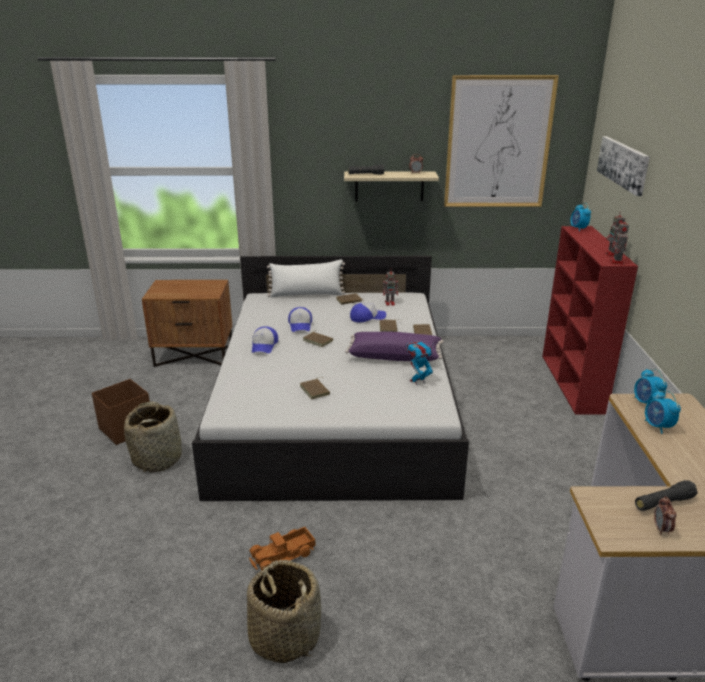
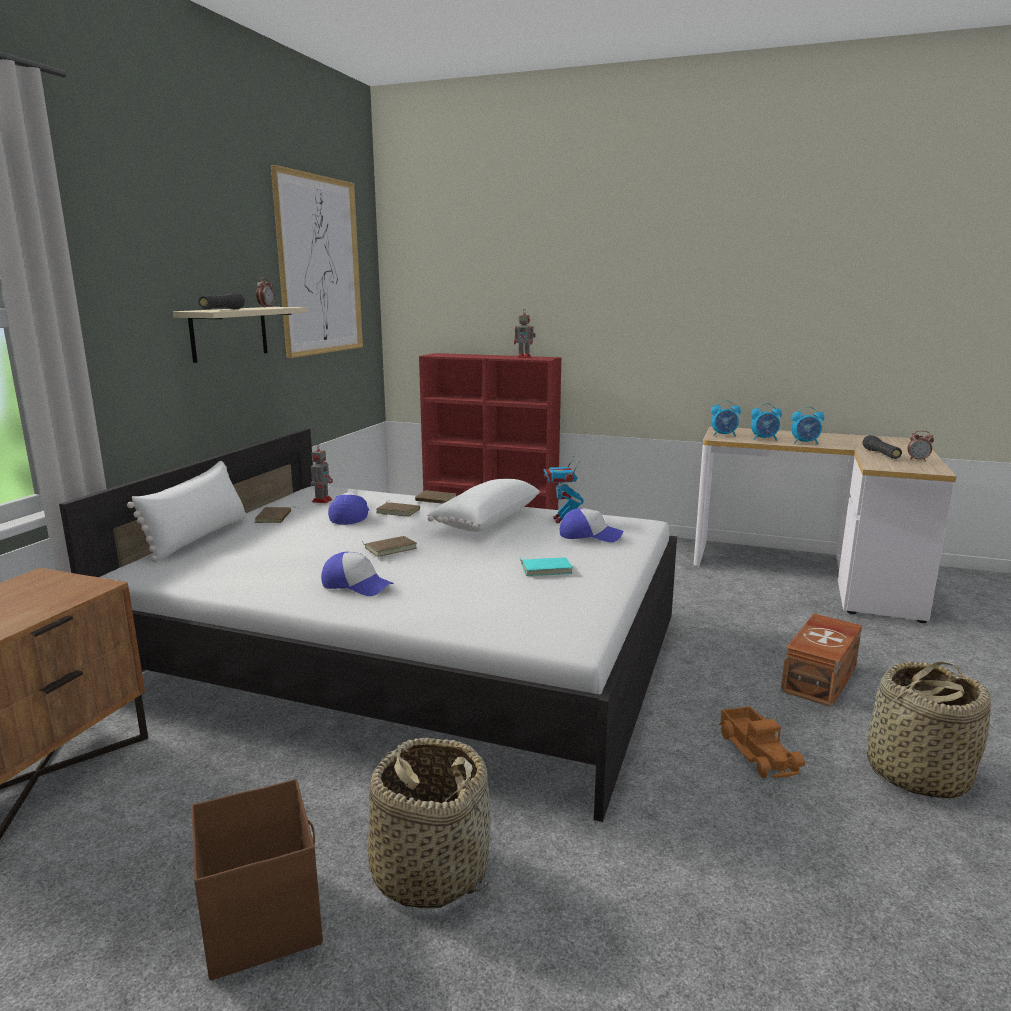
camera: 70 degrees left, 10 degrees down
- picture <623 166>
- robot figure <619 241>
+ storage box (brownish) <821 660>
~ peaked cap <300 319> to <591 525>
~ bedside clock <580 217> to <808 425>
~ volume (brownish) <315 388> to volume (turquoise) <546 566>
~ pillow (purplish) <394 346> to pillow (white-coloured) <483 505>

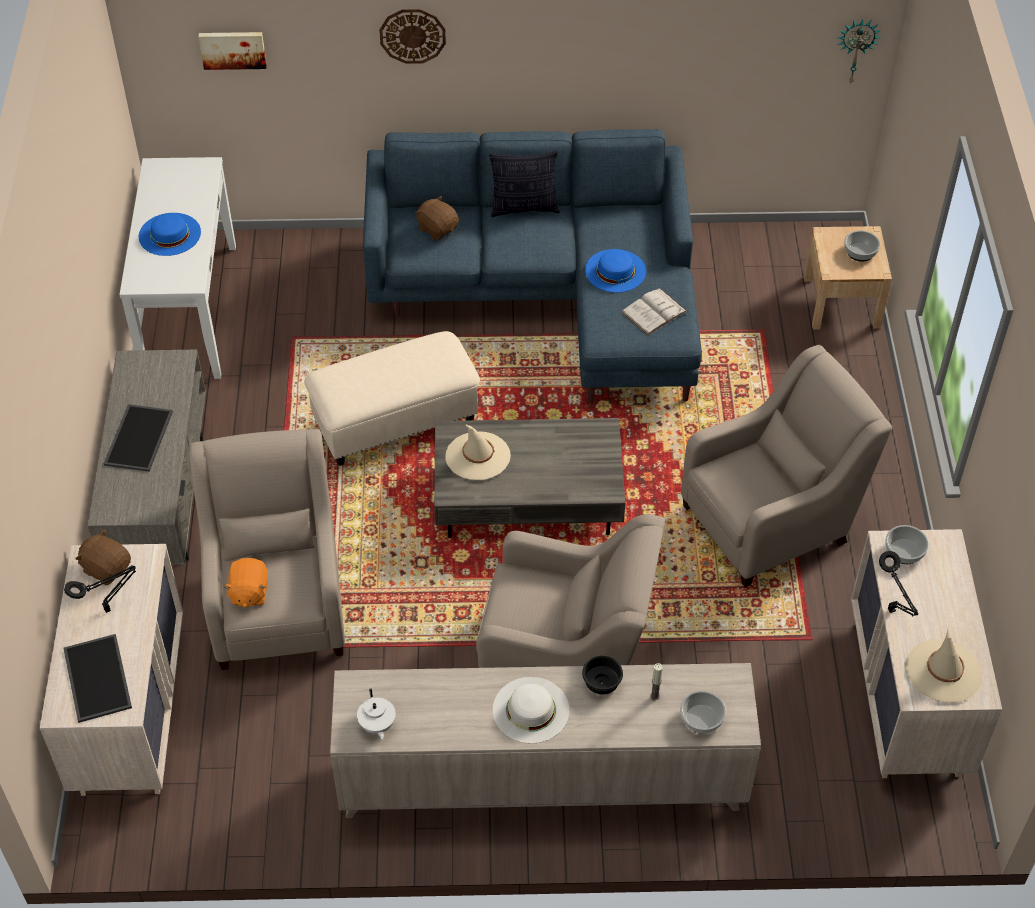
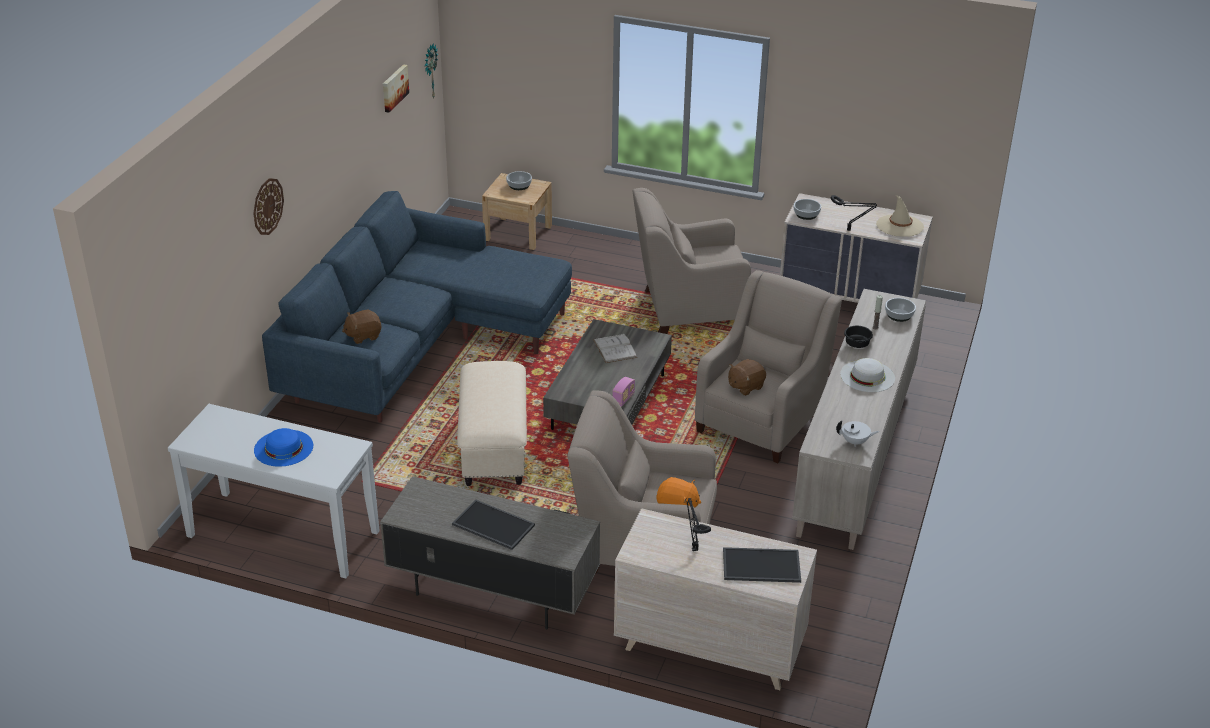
camera: 70 degrees left, 15 degrees down
- wearable hat (beige) <478 452>
- pillow <524 184>
- wearable hat (bluish) <615 271>
+ radio <624 392>
~ plush toy (brownish) <103 557> to <747 377>
~ picture <232 51> to <396 88>
~ volume (white-coloured) <654 312> to <615 348>
~ easy chair (beige) <786 466> = <692 261> 90 degrees counterclockwise

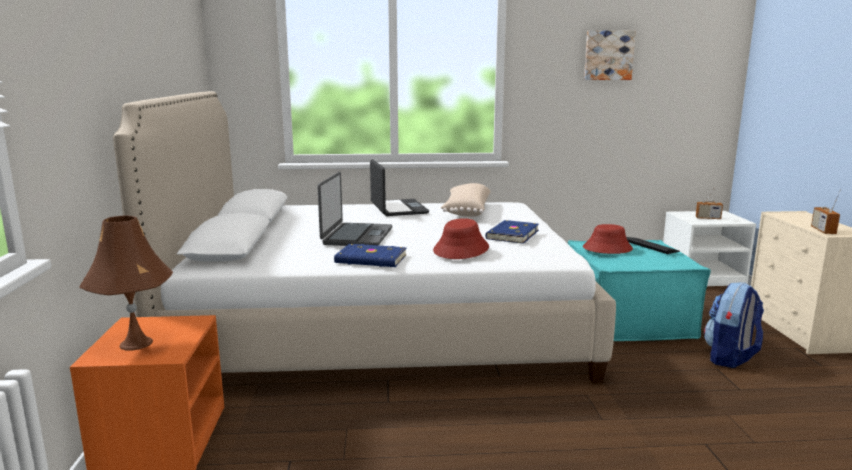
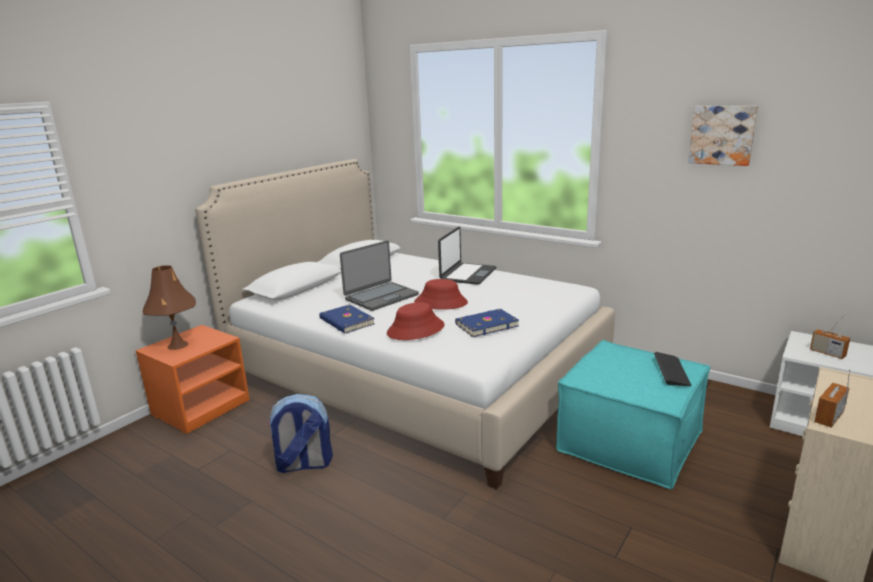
camera: 40 degrees right, 5 degrees up
- pillow (beige) <466 200>
~ wearable hat (reddish) <608 239> to <441 294>
~ backpack <734 325> to <300 433>

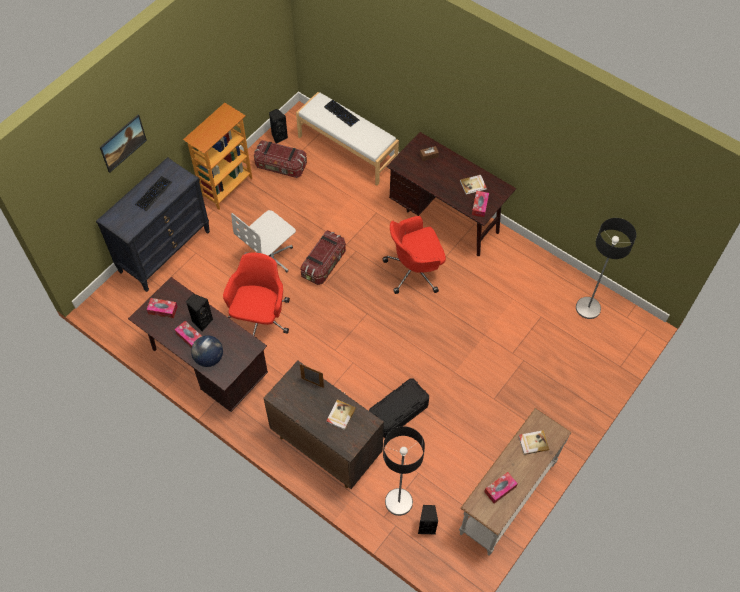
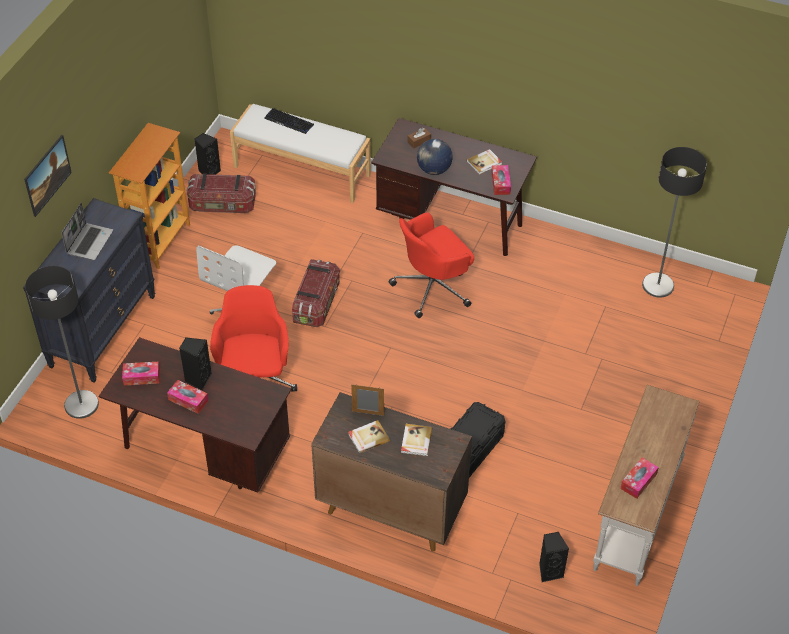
camera: 15 degrees left, 10 degrees down
~ world globe <207 351> to <435 157>
~ standard lamp <404 471> to <62 342>
~ volume <533 442> to <369 437>
~ keyboard <153 193> to laptop <87 231>

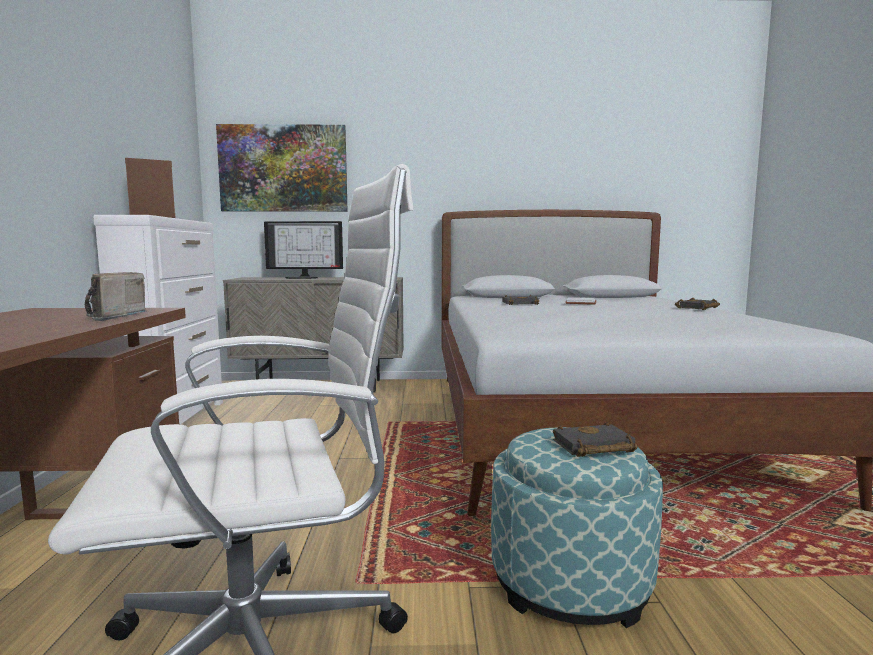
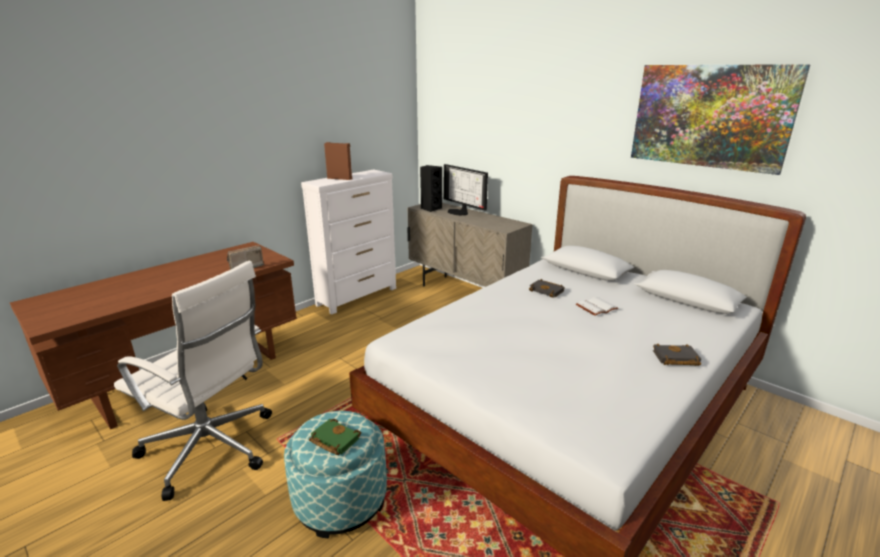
camera: 45 degrees right, 15 degrees up
+ loudspeaker (black-coloured) <431 188>
~ picture <282 168> to <721 119>
~ volume (black-coloured) <595 439> to volume (greenish) <335 437>

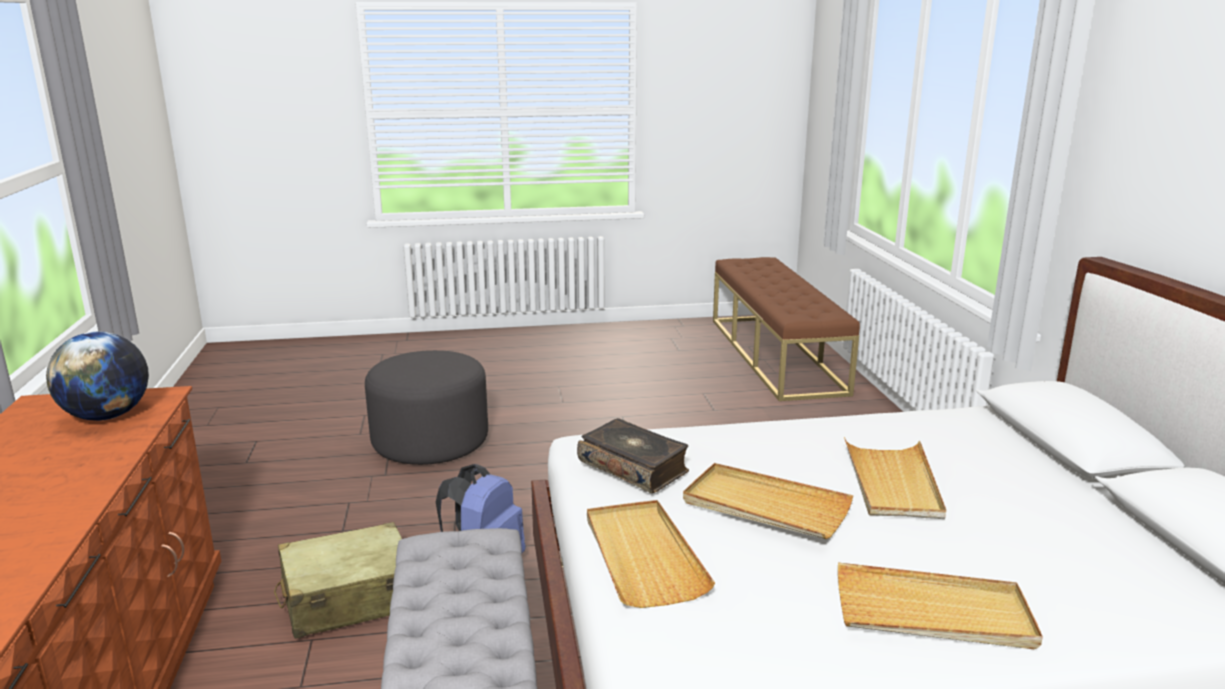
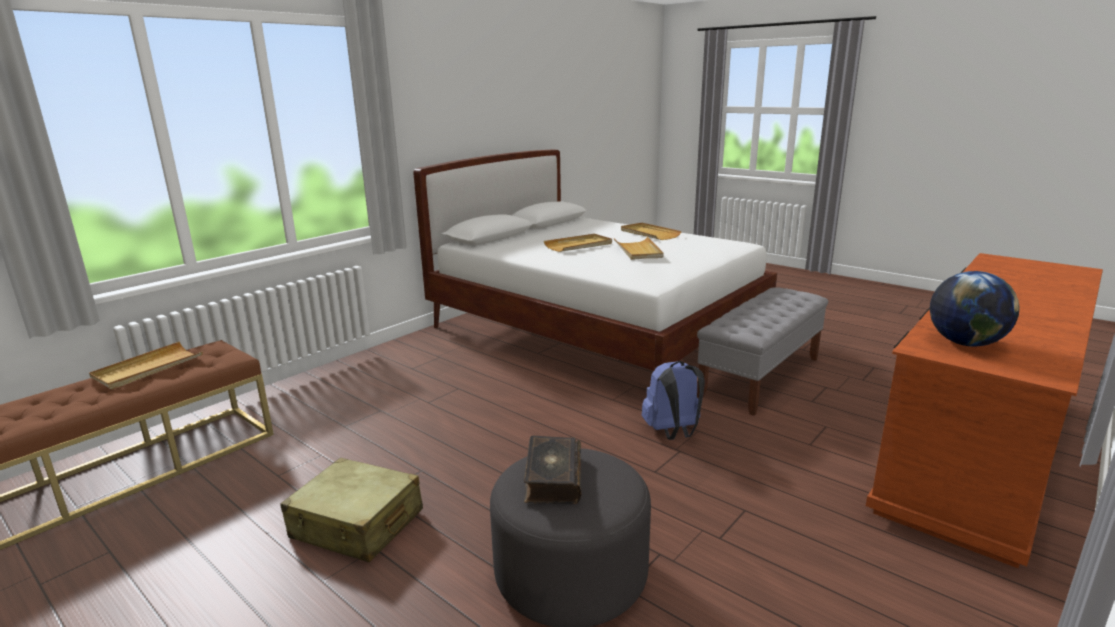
camera: 130 degrees left, 0 degrees up
~ suitcase (beige) <338 580> to <351 510>
~ volume <633 455> to <553 469>
~ serving tray (beige) <651 554> to <146 365>

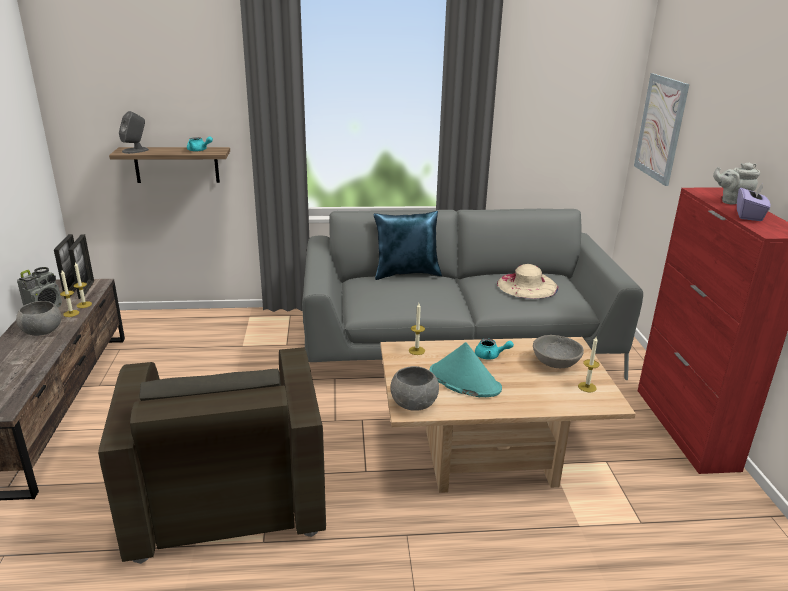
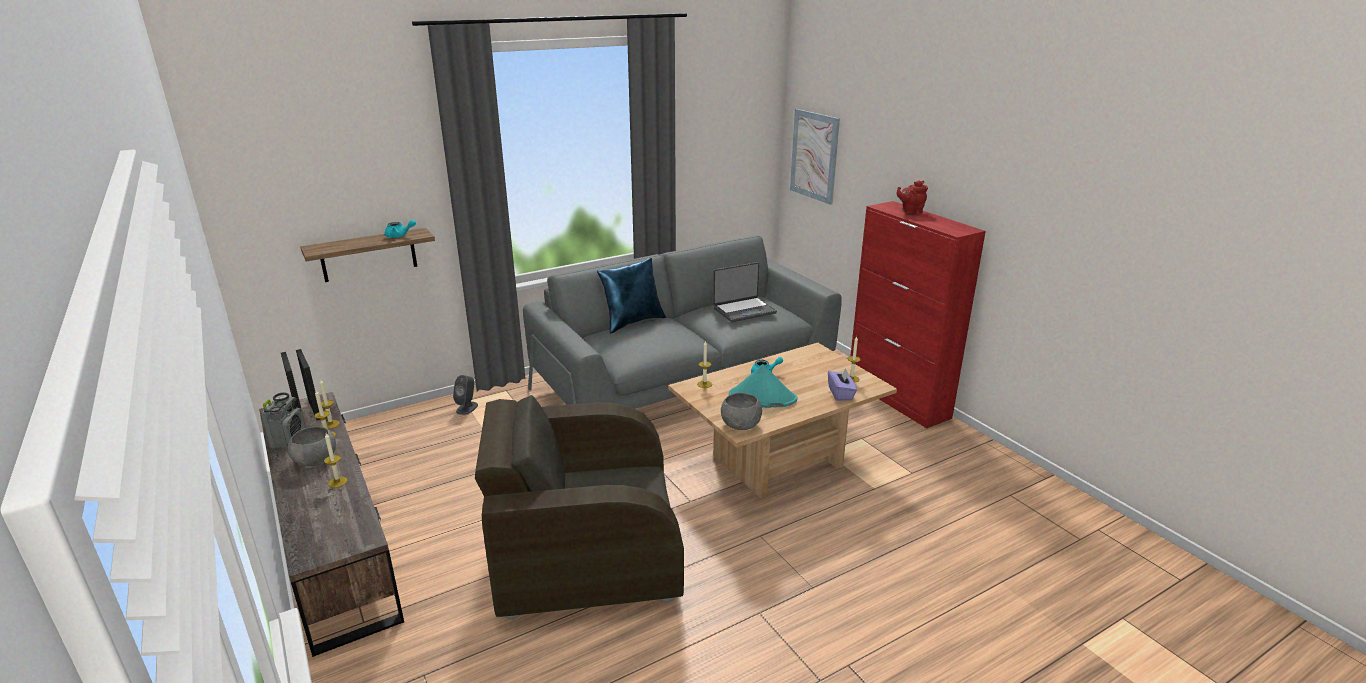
camera: 25 degrees left, 0 degrees up
- serving bowl (gray) <558 351>
+ candle <335 460>
~ loudspeaker (gray) <134 132> to <465 395>
~ tissue box (purplish) <754 202> to <842 384>
~ wearable hat (beige) <528 281> to laptop <745 292>
~ teapot (gray) <736 183> to teapot (reddish) <912 198>
~ easy chair (brownish) <212 455> = <579 507> 120 degrees clockwise

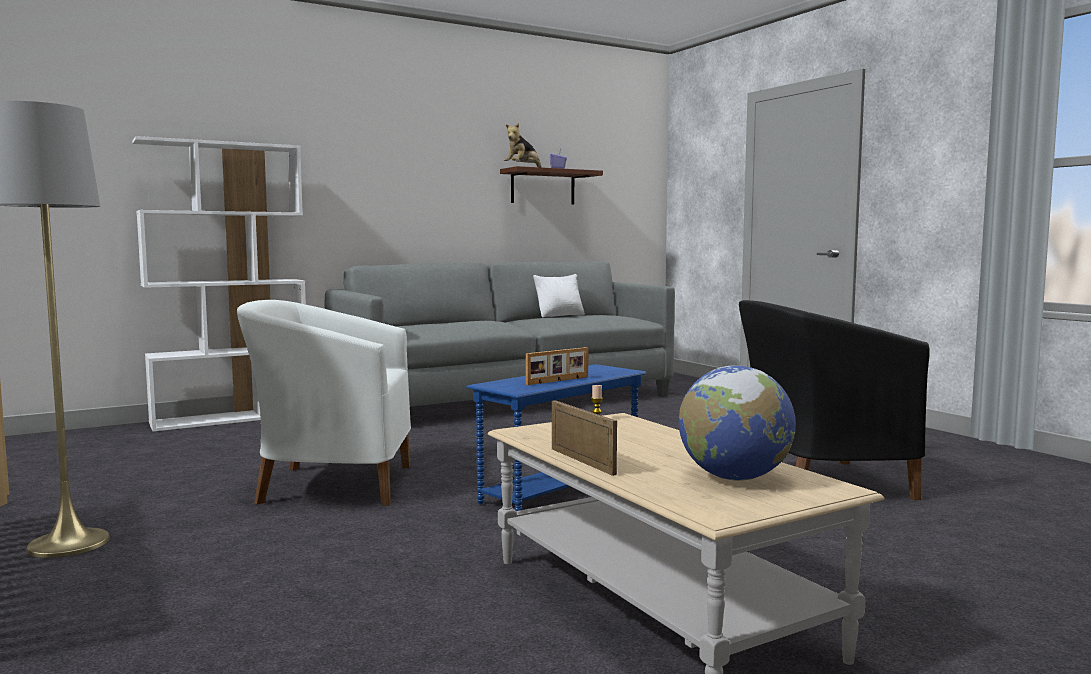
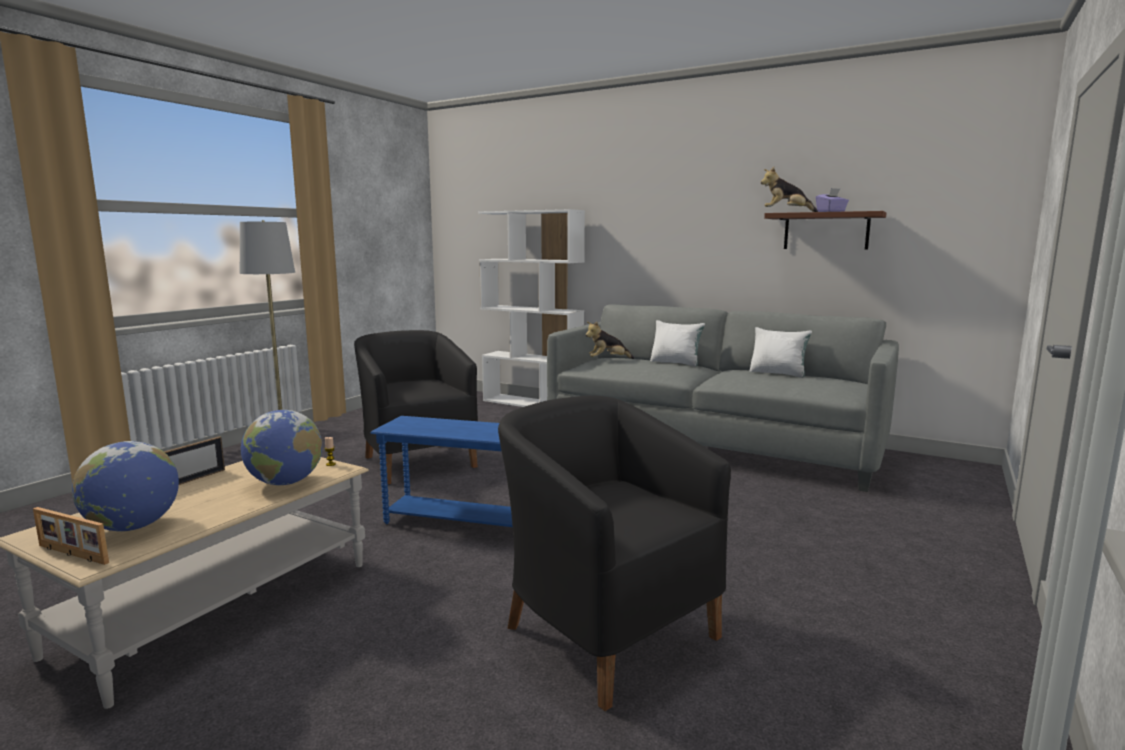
camera: 60 degrees right, 5 degrees up
+ world globe <281 448>
+ plush toy <610 340>
+ pillow (white-coloured) <677 343>
~ picture frame <557 366> to <71 536>
~ easy chair (white-coloured) <324 403> to easy chair (black-coloured) <416 407>

